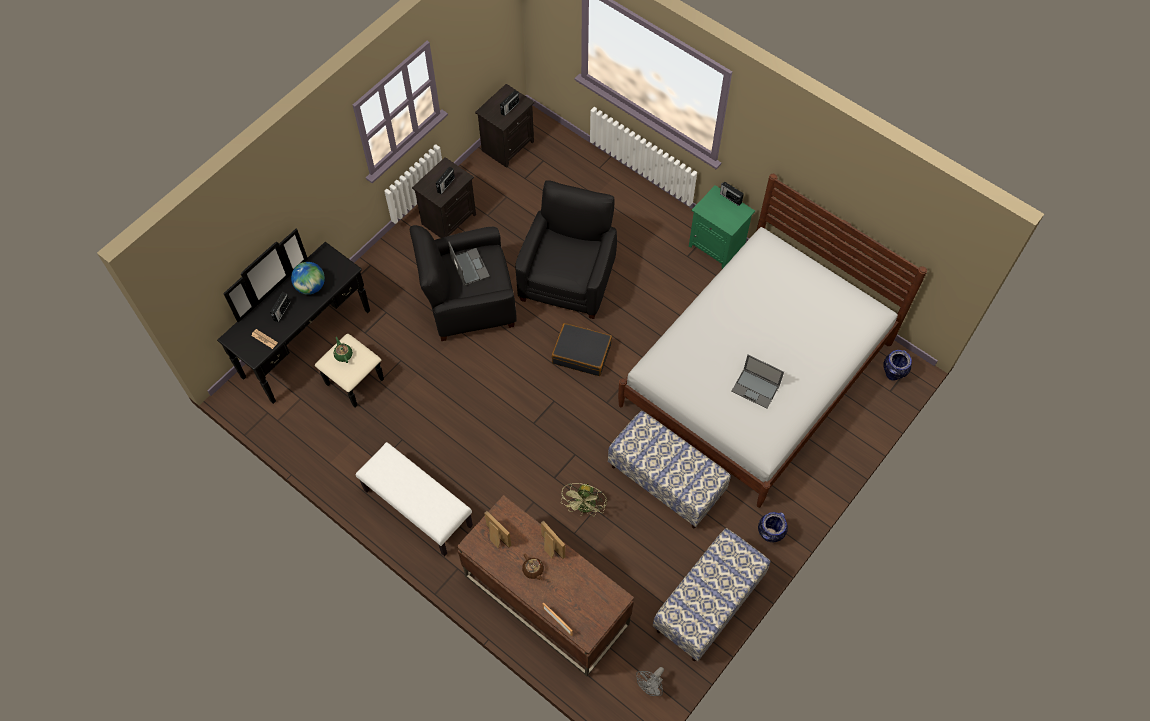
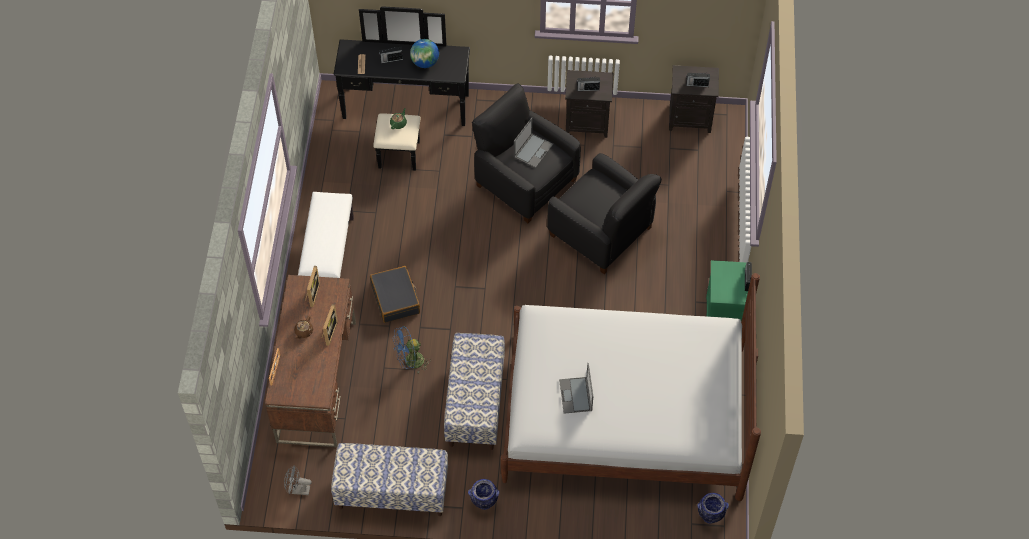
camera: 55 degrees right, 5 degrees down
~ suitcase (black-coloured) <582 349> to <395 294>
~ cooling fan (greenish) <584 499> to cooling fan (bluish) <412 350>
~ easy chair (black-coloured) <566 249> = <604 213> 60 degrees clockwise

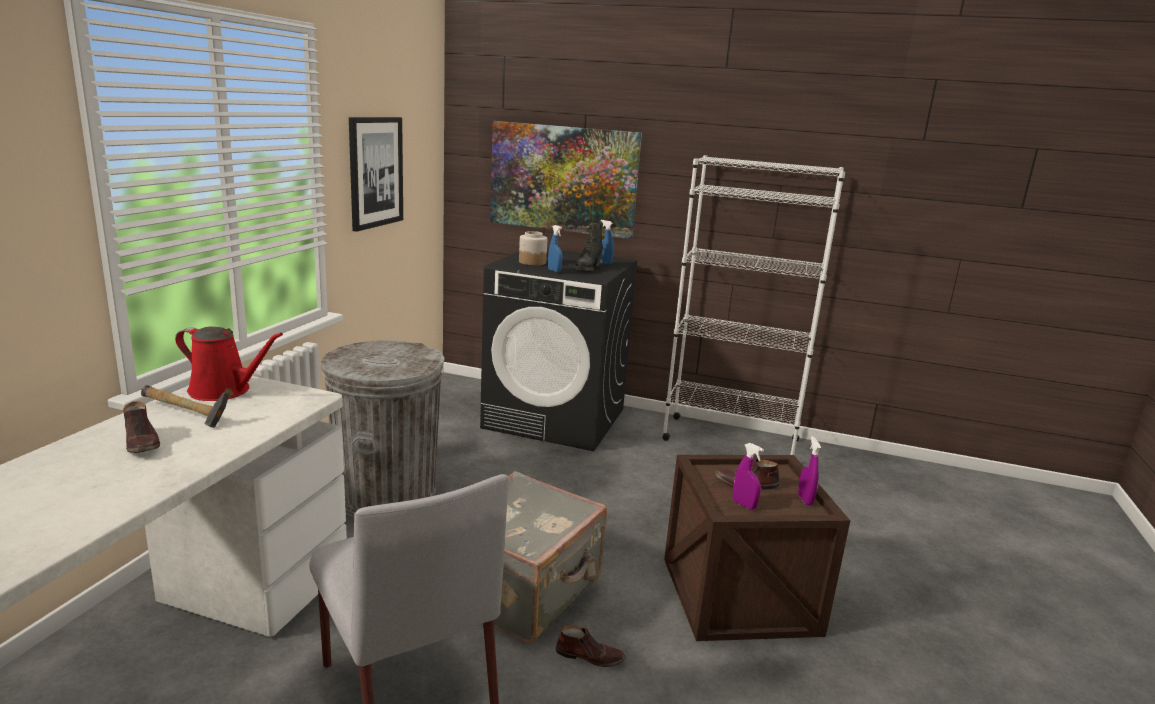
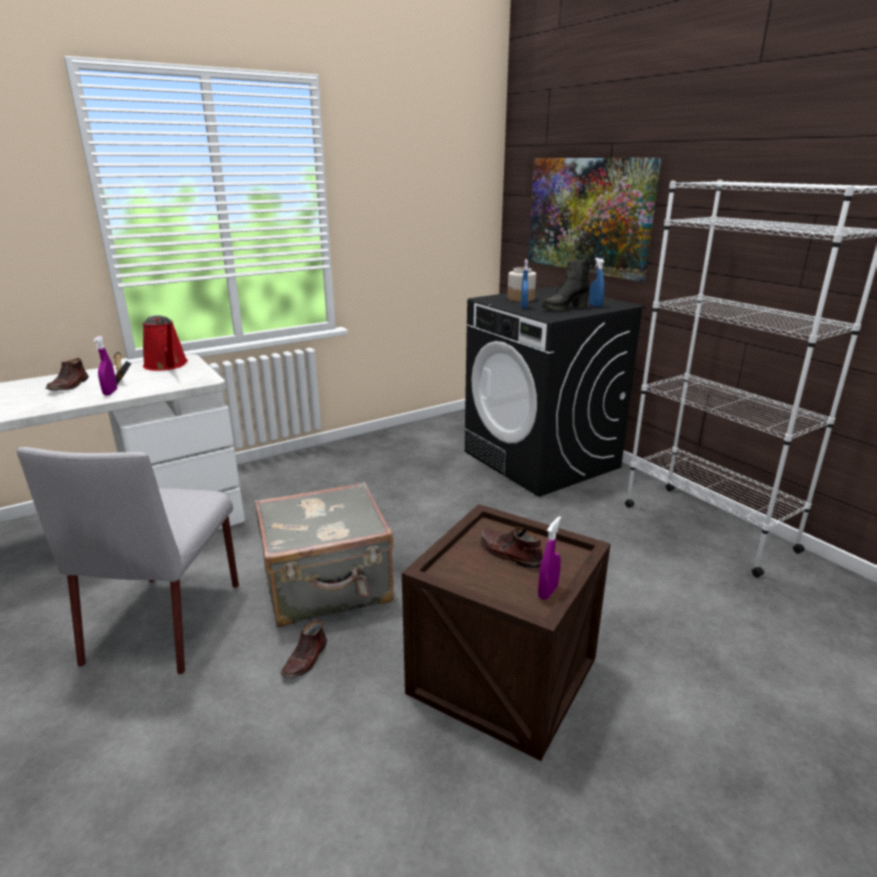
camera: 40 degrees right, 5 degrees up
- trash can (gray) <382 428>
- picture <376 174>
~ hand sprayer (purplish) <748 476> to <105 365>
~ item of footwear (brownish) <591 646> = <304 649> 60 degrees clockwise

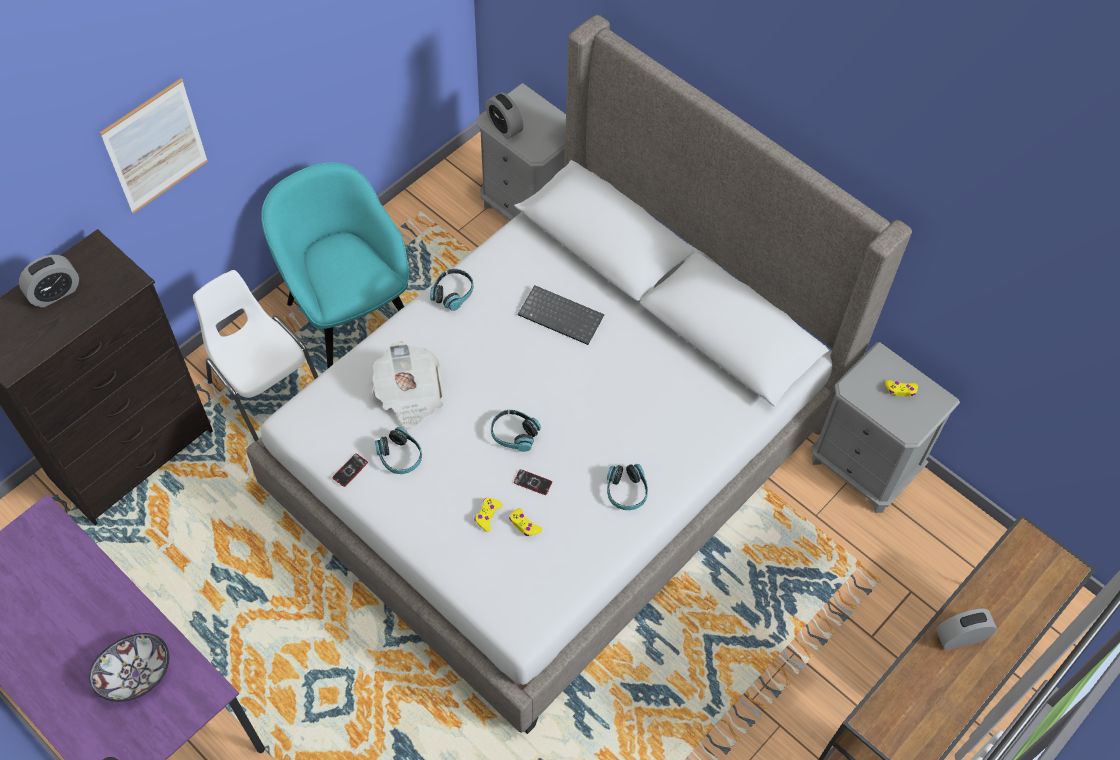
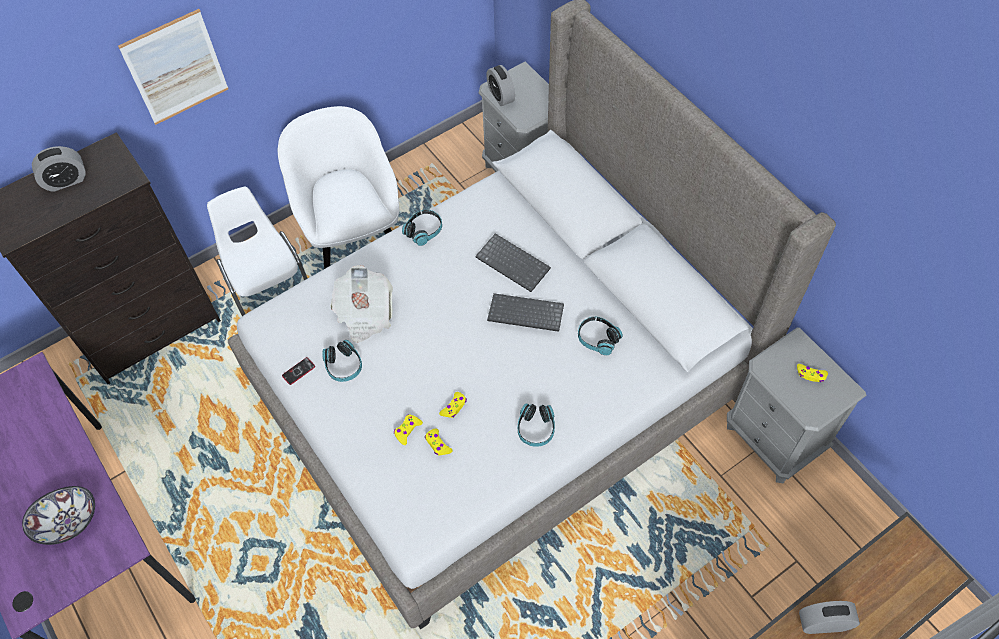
camera: 15 degrees right, 0 degrees up
+ keyboard <525 312>
~ pair of headphones <516 431> to <600 336>
~ handset <533 482> to game controller (yellowish) <453 405>
~ easy chair (turquoise) <335 265> to easy chair (white-coloured) <338 187>

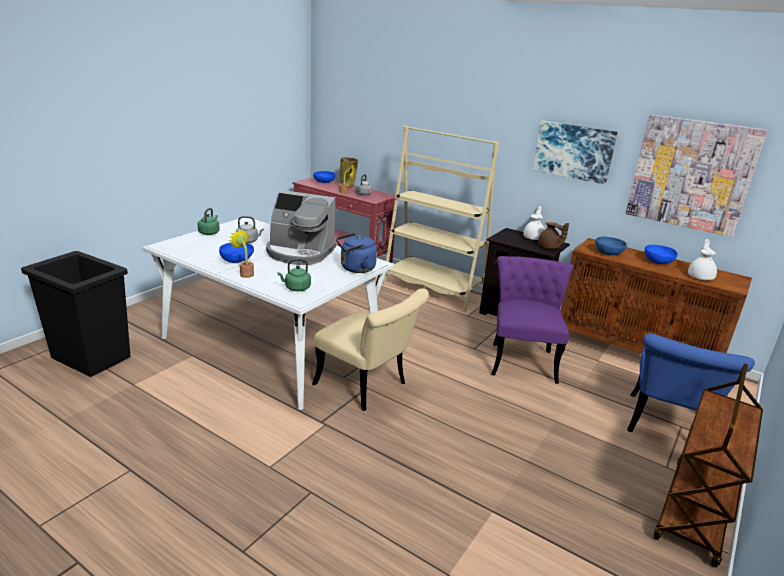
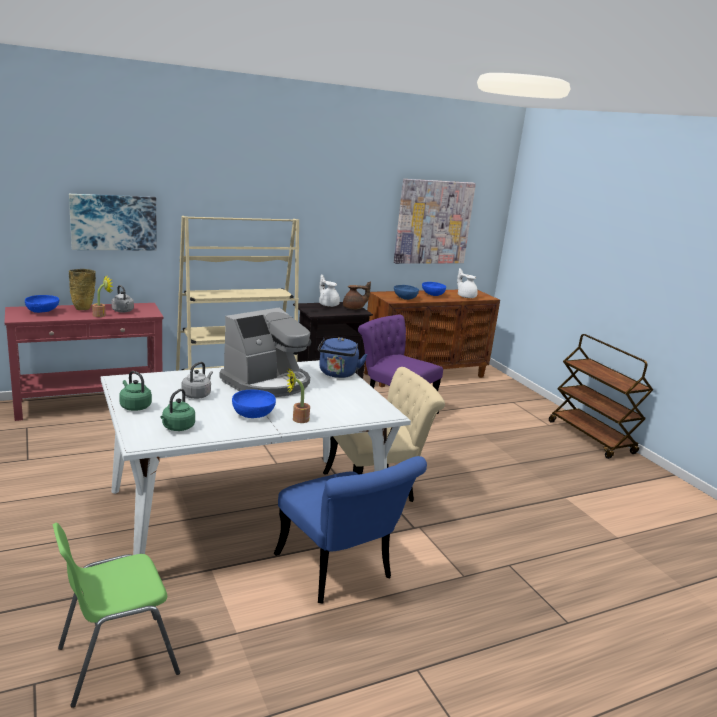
camera: 60 degrees left, 5 degrees down
~ water kettle (greenish) <294 275> to <178 410>
~ picture <575 152> to <113 222>
~ chair (bluish) <691 383> to <350 529>
~ trash can (black-coloured) <75 314> to chair (greenish) <116 615>

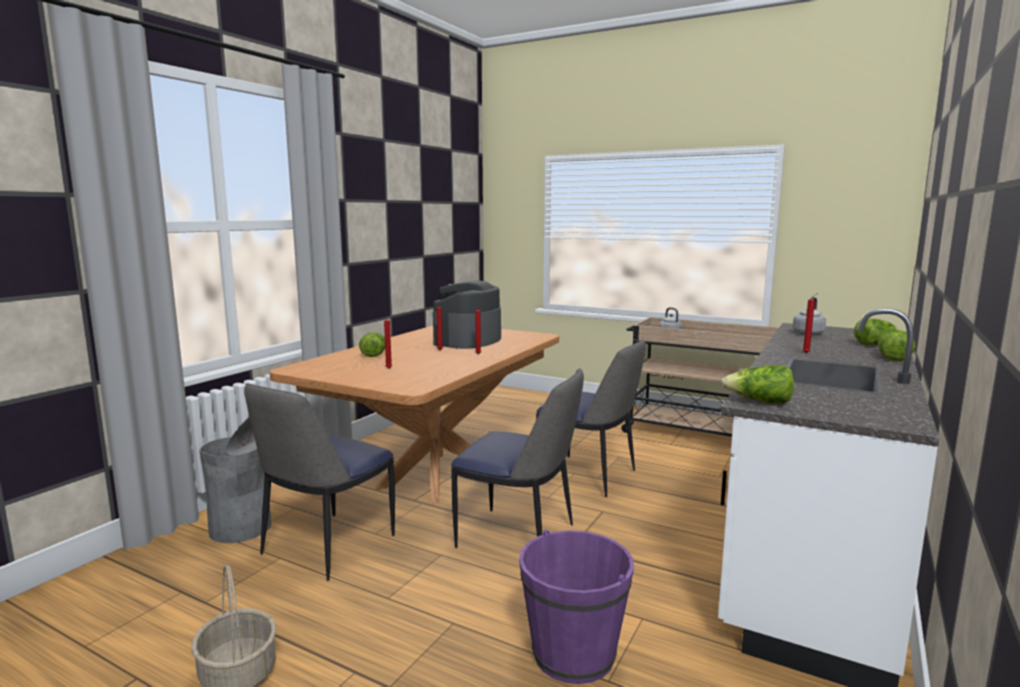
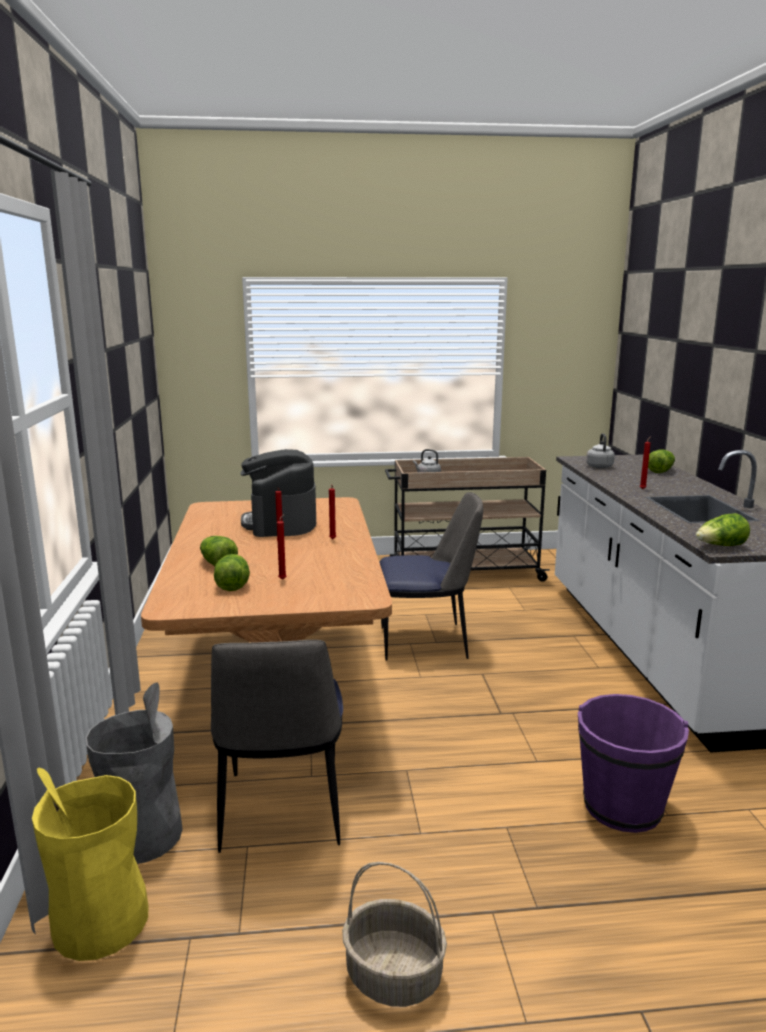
camera: 35 degrees left, 5 degrees up
- chair <517 458>
+ trash can (yellowish) <90 864>
~ lettuce <897 345> to <232 572>

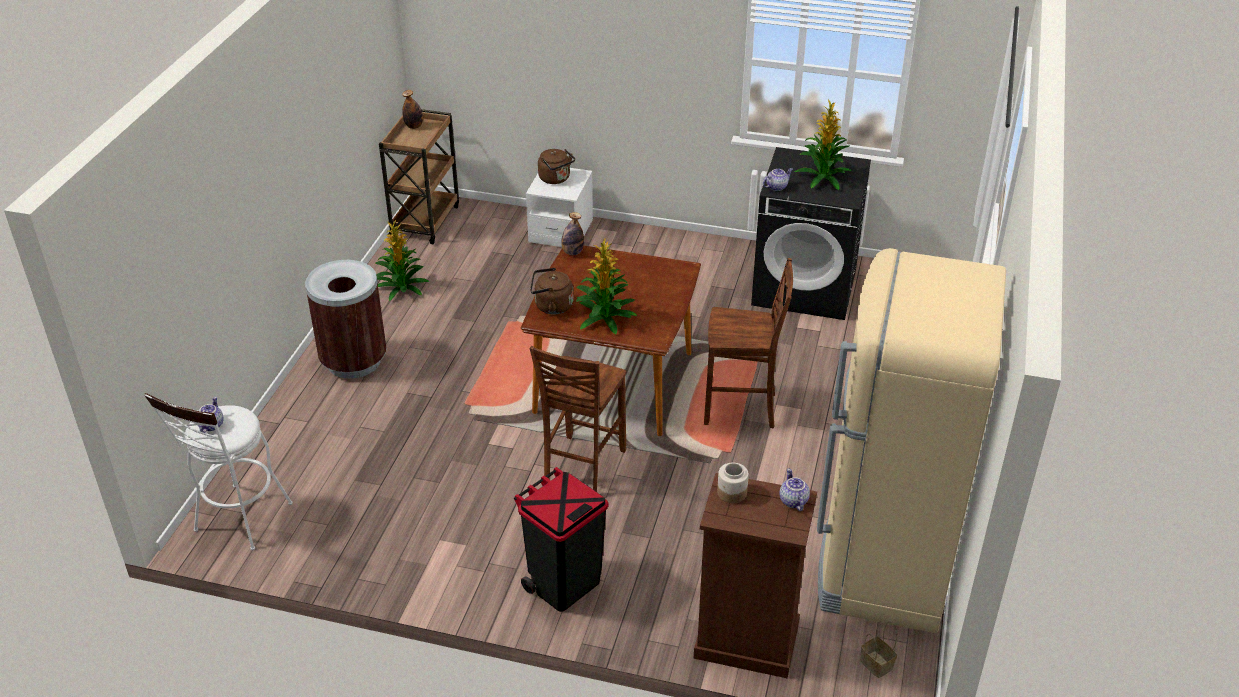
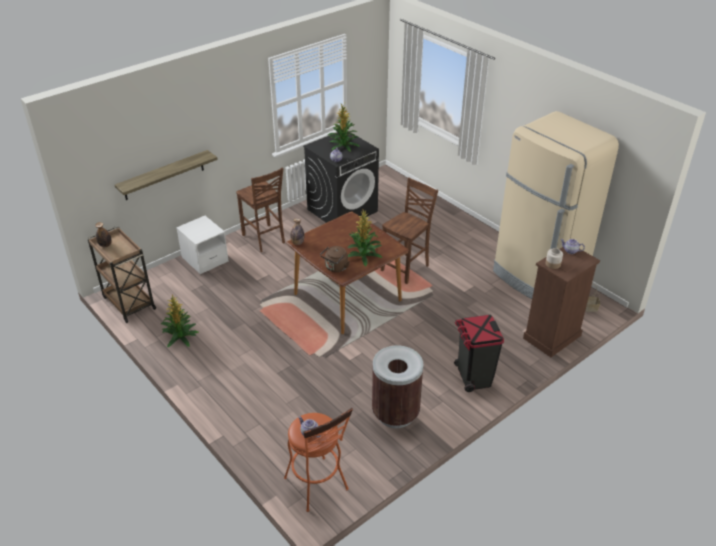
camera: 55 degrees left, 0 degrees up
- water kettle (brownish) <556 166>
+ shelf <166 175>
~ trash can (brownish) <346 319> to <397 386>
~ chair (brownish) <578 419> to <260 210>
~ sitting stool (white-coloured) <218 471> to sitting stool (orangey) <318 460>

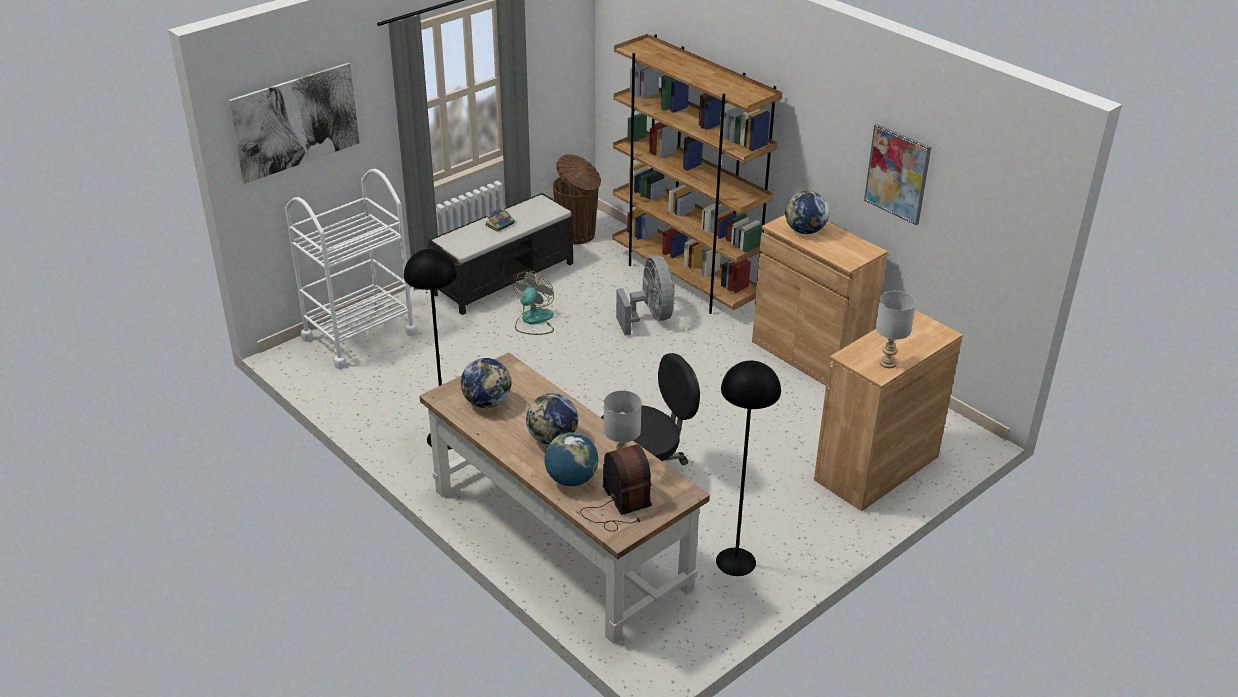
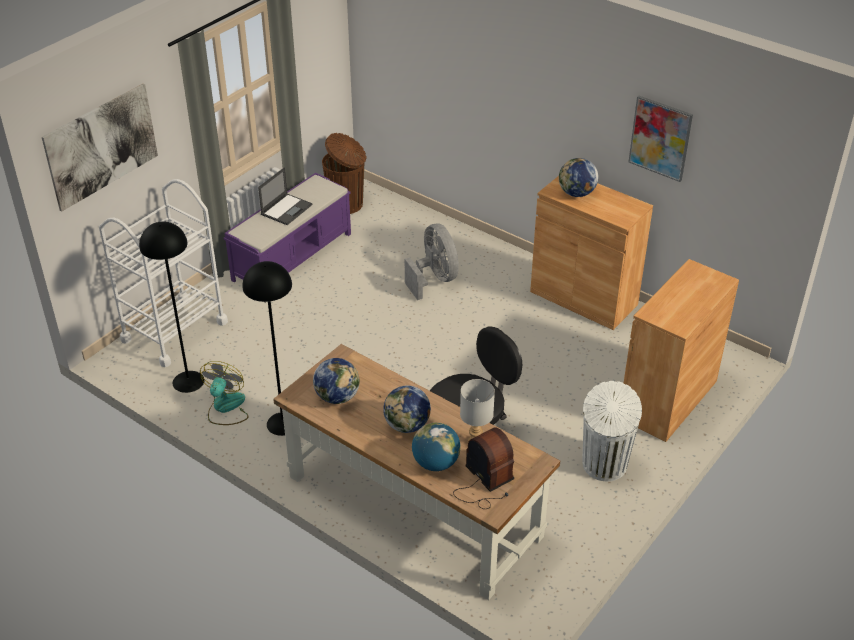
camera: 10 degrees left, 5 degrees up
- shelving unit (brownish) <697 174>
- lamp for a table (gray) <896 329>
+ trash can (white-coloured) <612 431>
~ cooling fan <533 303> to <224 393>
~ standard lamp (black-coloured) <748 468> to <172 307>
~ volume <500 219> to laptop <285 196>
~ long seat (black-coloured) <500 254> to long seat (purplish) <287 227>

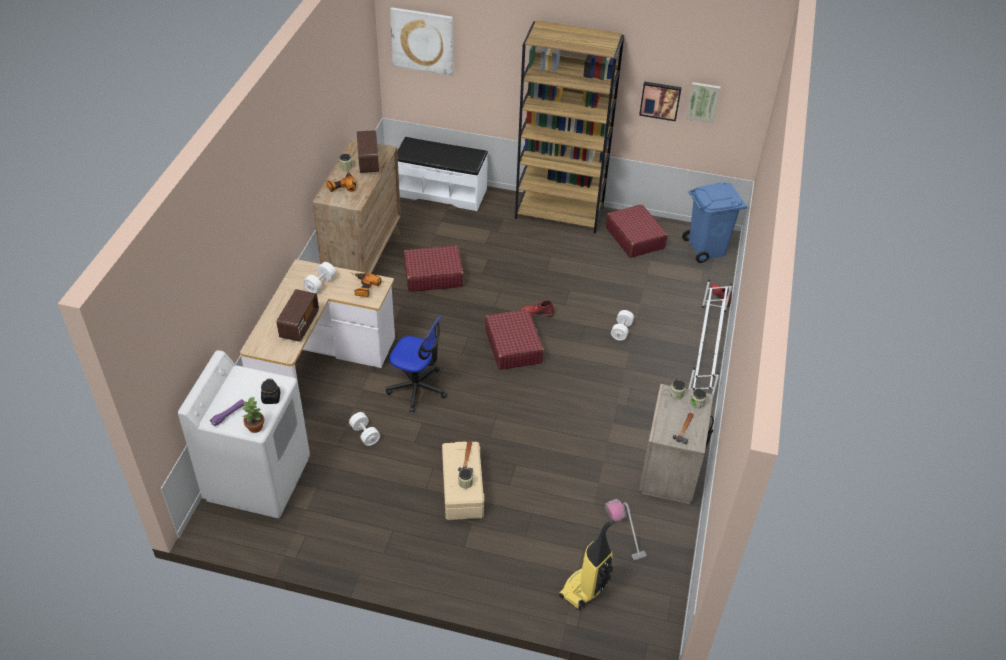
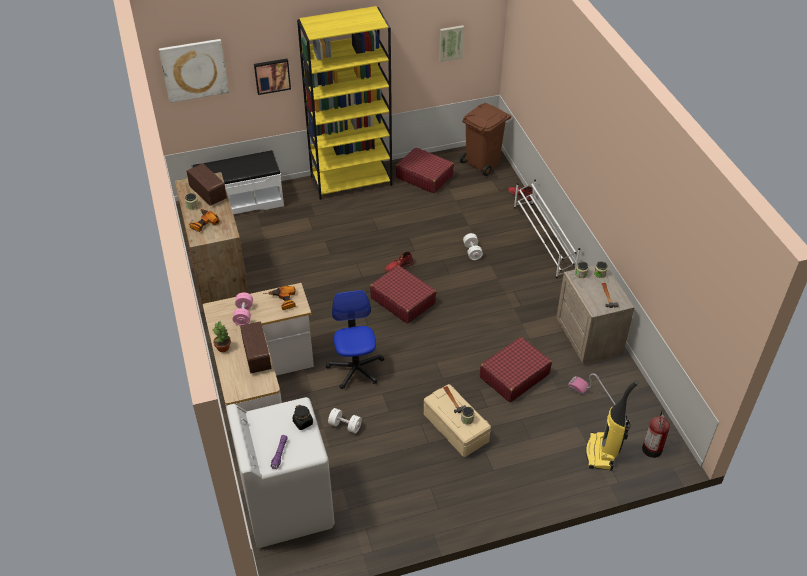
camera: 30 degrees left, 0 degrees up
+ fire-fighting cylinder <656 433>
~ plant in a pot <253 414> to <222 336>
~ suitcase (reddish) <433 268> to <516 369>
~ picture <660 101> to <272 77>
~ free weight (white-coloured) <319 277> to free weight (pink) <243 309>
~ shelving unit (brownish) <569 127> to shelving unit (yellowish) <344 103>
~ trash can (bluish) <714 222> to trash can (brownish) <485 139>
~ desk chair <416 364> = <355 339> 90 degrees counterclockwise

